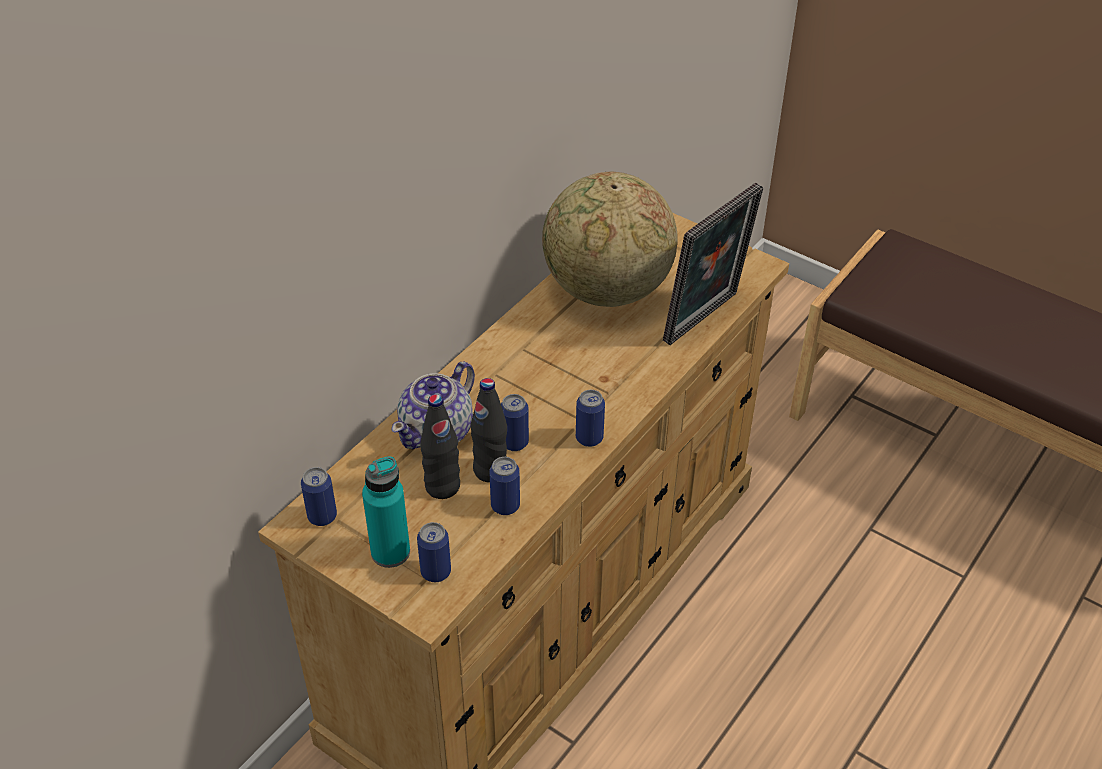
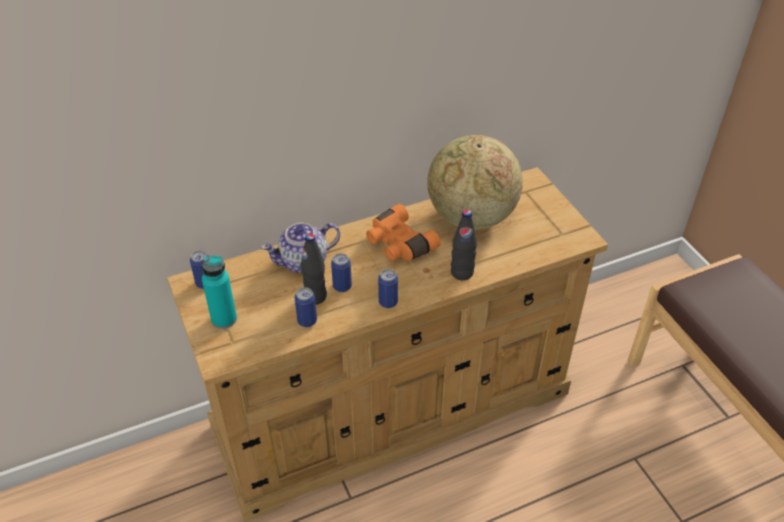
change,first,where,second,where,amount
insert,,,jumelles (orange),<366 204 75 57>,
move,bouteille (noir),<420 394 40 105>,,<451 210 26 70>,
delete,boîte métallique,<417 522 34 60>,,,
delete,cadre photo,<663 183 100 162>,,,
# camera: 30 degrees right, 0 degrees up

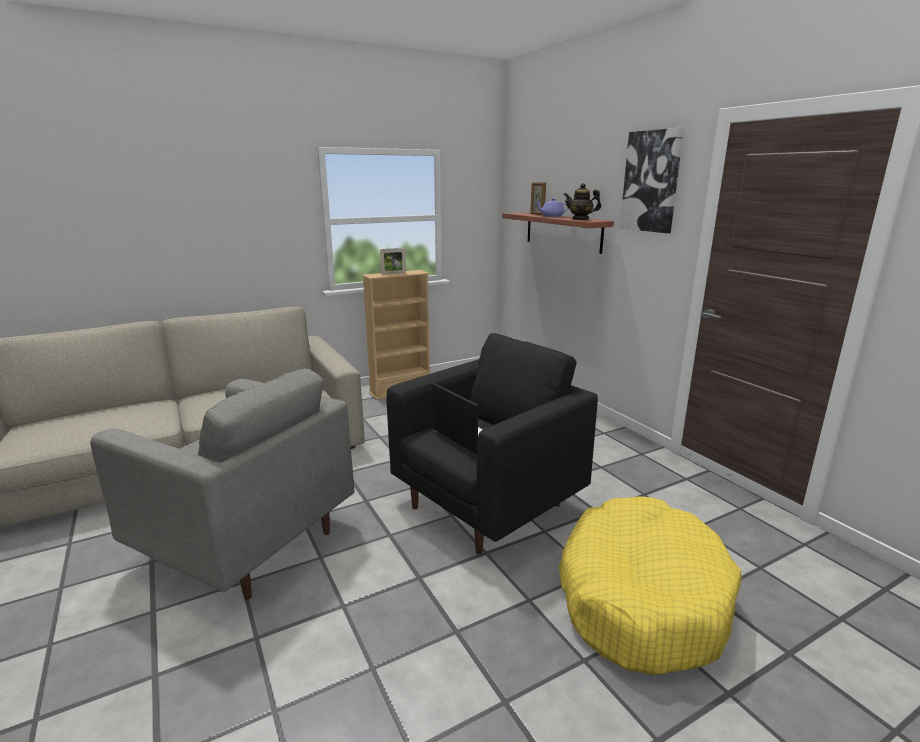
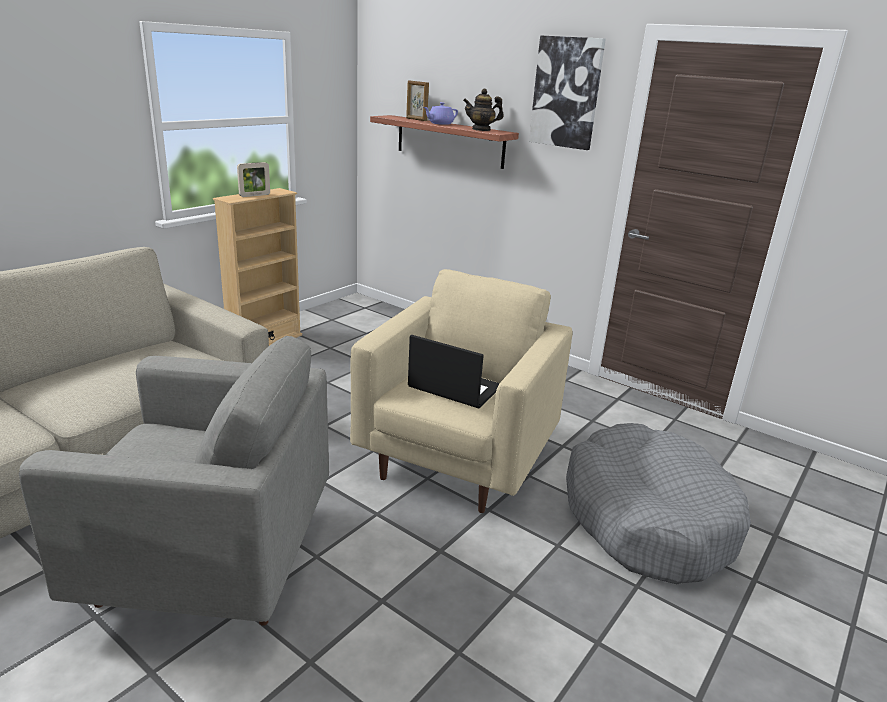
change,first,where,second,where,amount
recolor,fauteuil (noir),<387 333 211 222>,fauteuil (beige),<350 269 223 244>,
recolor,panier pour chien (jaune),<559 496 183 179>,panier pour chien (gris),<566 423 185 161>,
# camera: 25 degrees left, 5 degrees up

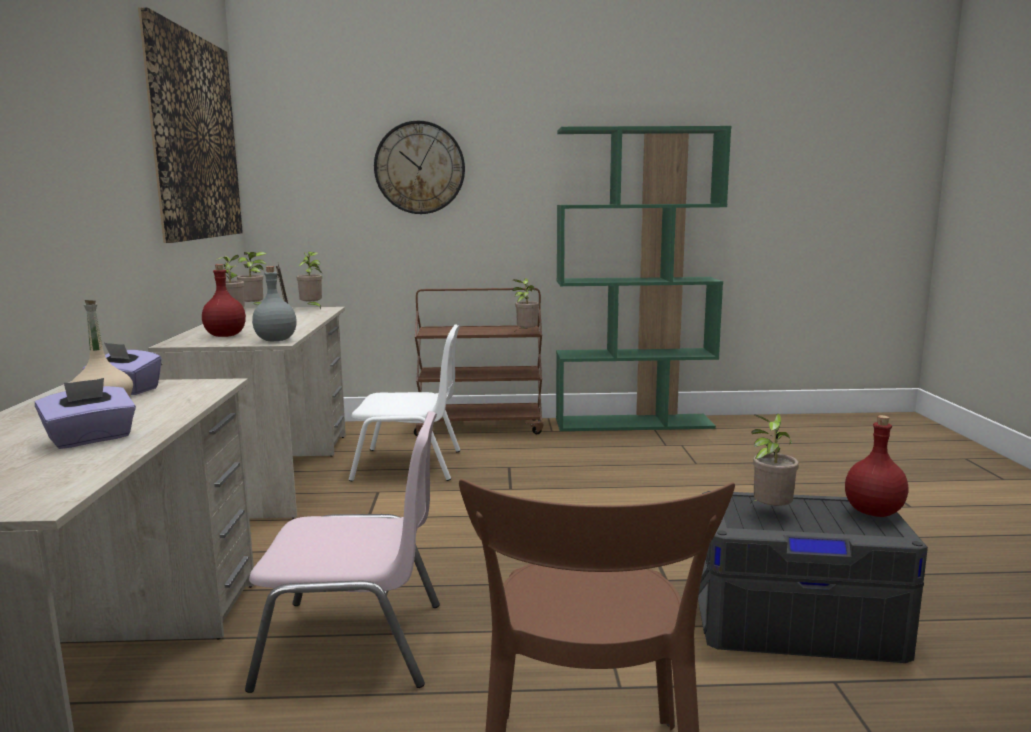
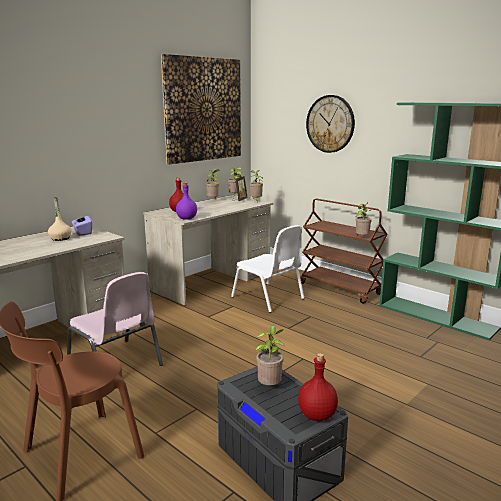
change,first,where,second,where,amount
recolor,bouteille (gris),<252 266 45 75>,bouteille (violet),<176 182 21 38>,
delete,boîte à mouchoirs (violet),<35 378 101 71>,,,
# camera: 45 degrees right, 5 degrees up

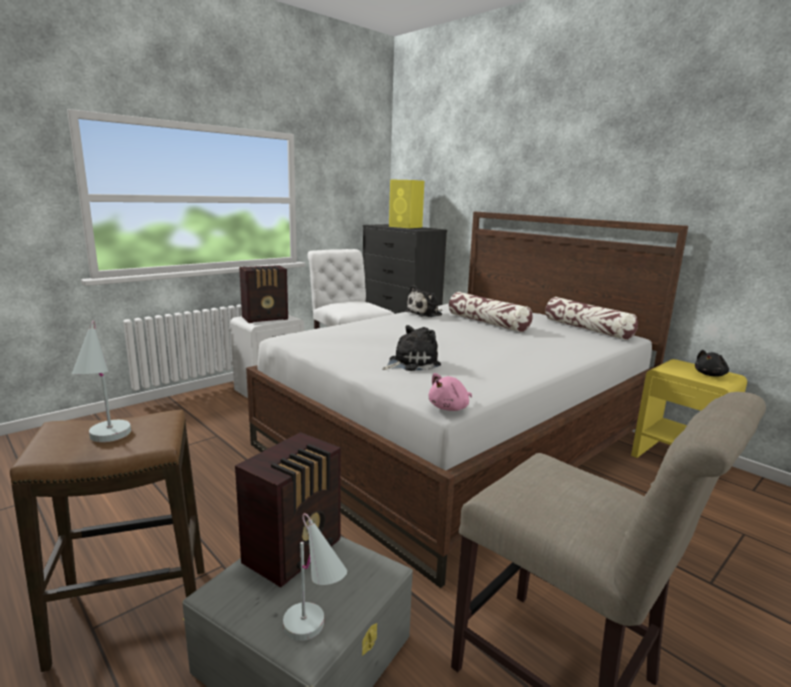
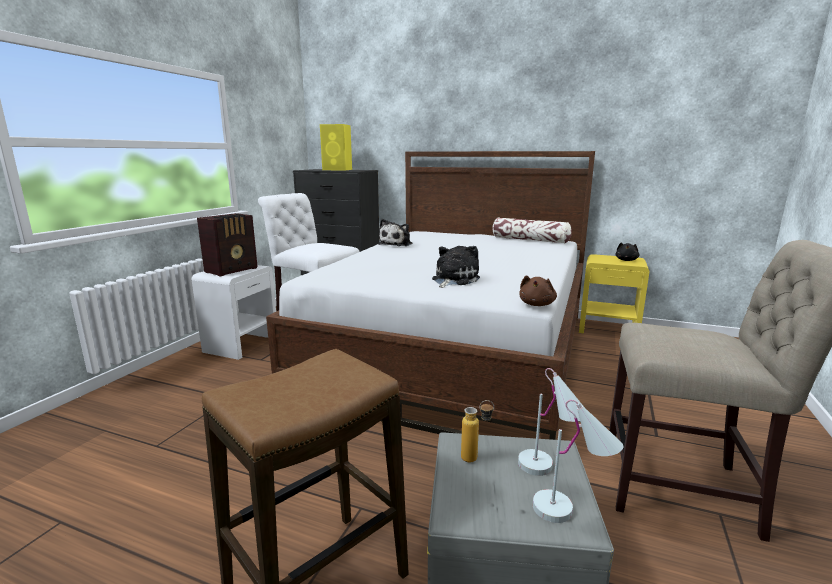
change,first,where,second,where,amount
replace,radio,<235 432 106 156>,bouteille,<461 400 33 63>,
move,lampe de table (blanc),<71 321 60 121>,,<518 368 65 108>,
recolor,peluche (rose),<429 373 43 38>,peluche (marron),<519 275 38 31>,
delete,coussin,<449 292 84 40>,,,
# camera: 25 degrees left, 0 degrees up

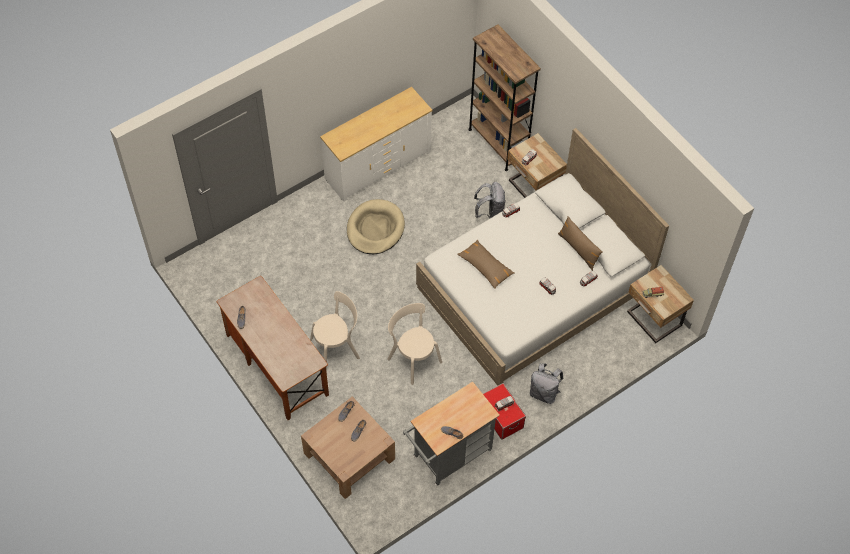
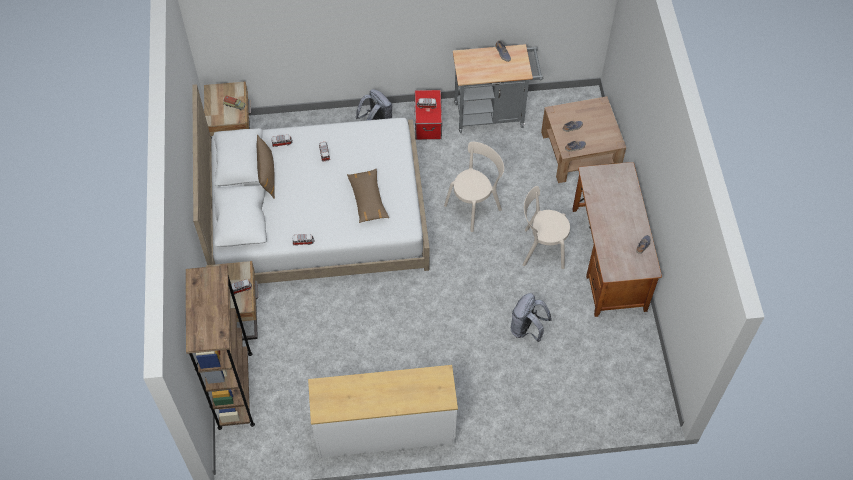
change,first,where,second,where,amount
rotate,chaise (beige),<387 303 55 82>,,<444 142 60 90>,120 degrees counterclockwise
move,sac à dos (gris),<474 182 31 37>,,<511 293 40 49>,
delete,panier pour chien (beige),<347 199 58 55>,,,
# camera: 150 degrees left, 0 degrees up

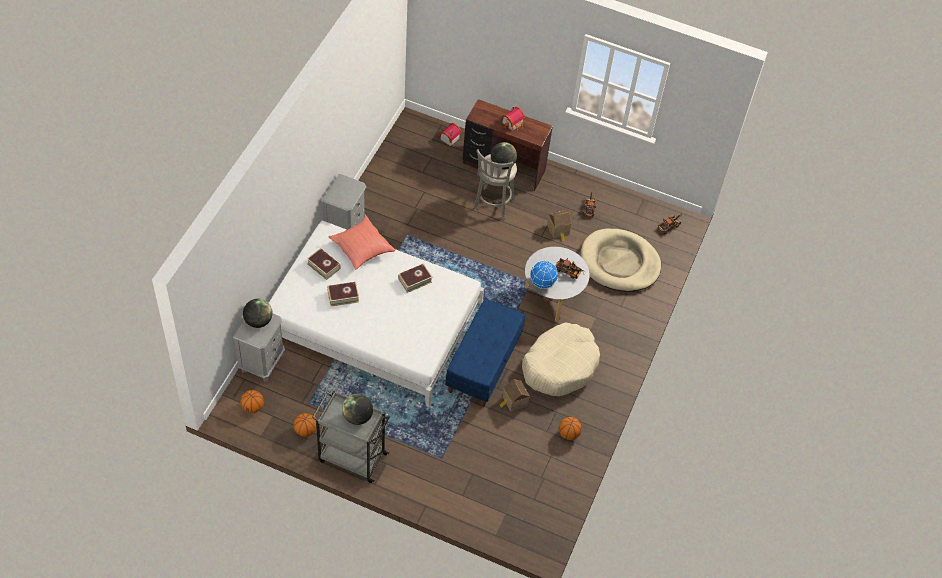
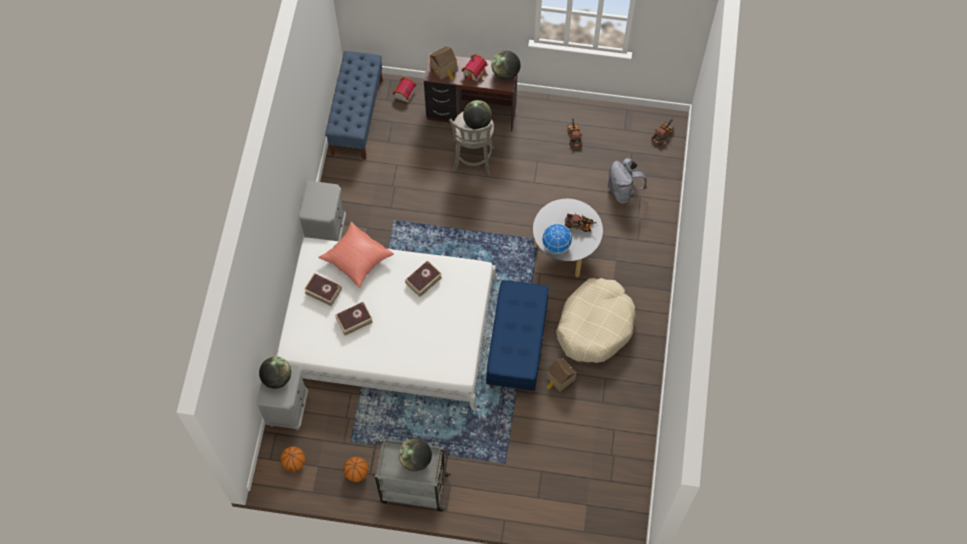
change,first,where,second,where,amount
insert,,,banc (bleu),<325 51 58 109>,
move,maison miniature,<547 211 24 30>,,<430 46 27 34>,
insert,,,globe,<491 51 30 29>,
replace,panier pour chien (beige),<581 229 80 63>,sac à dos (gris),<608 158 39 46>,
delete,ballon de basket,<559 417 23 23>,,,
# camera: 10 degrees left, 10 degrees up

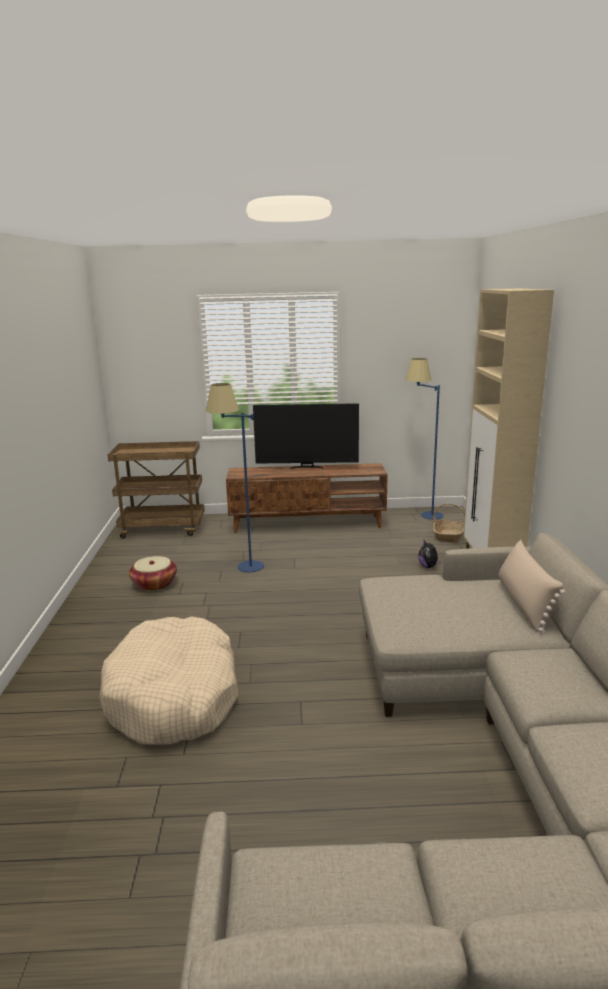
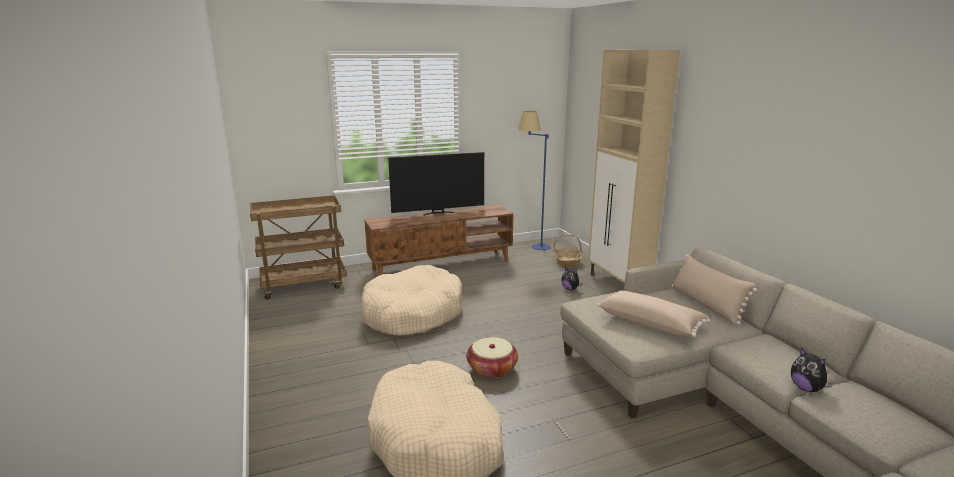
change,first,where,second,where,amount
replace,lampadaire (bleu),<206 383 58 189>,panier pour chien (beige),<362 265 101 71>,
move,panier,<129 556 48 35>,,<466 337 52 41>,
insert,,,coussin (beige),<597 291 114 46>,
insert,,,peluche,<791 348 42 44>,
# camera: 20 degrees left, 0 degrees up

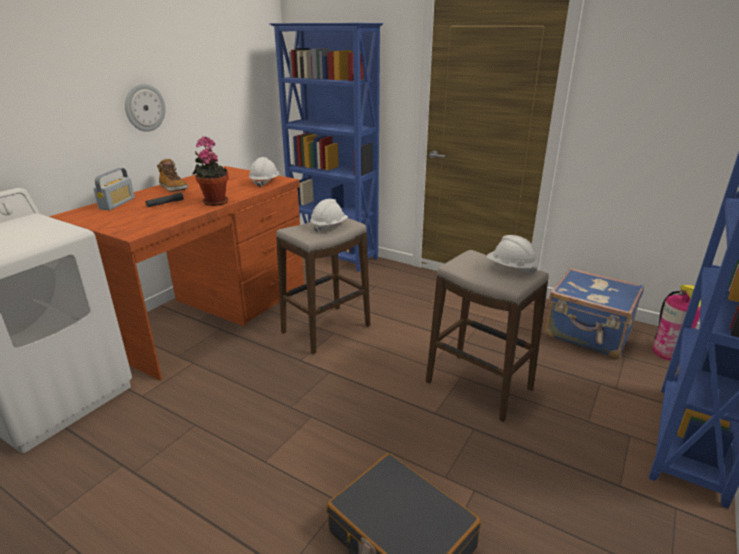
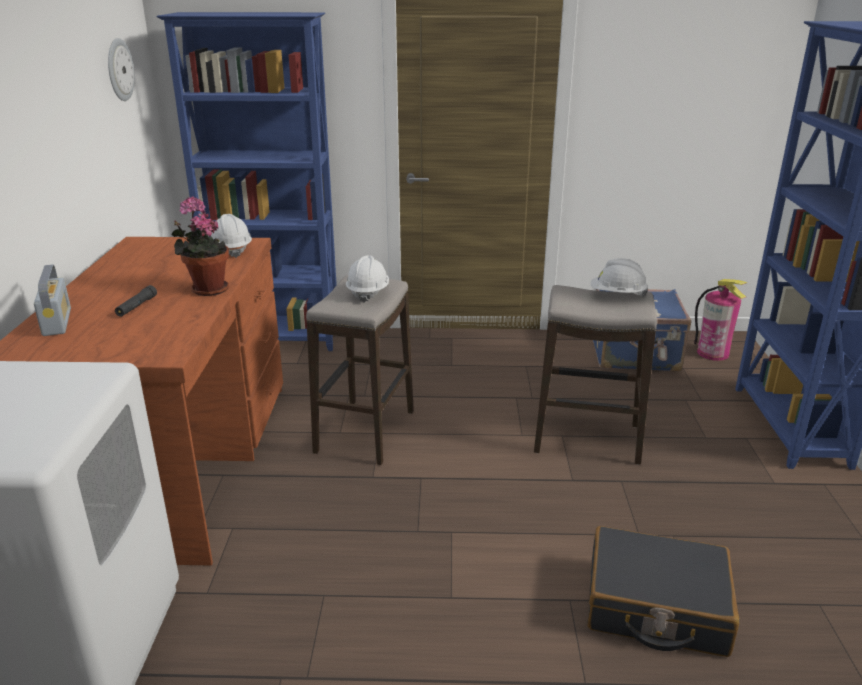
change,first,where,second,where,amount
move,horloge murale,<125 83 40 49>,,<108 38 27 63>,
delete,botte,<157 159 31 33>,,,
# camera: 30 degrees left, 0 degrees up

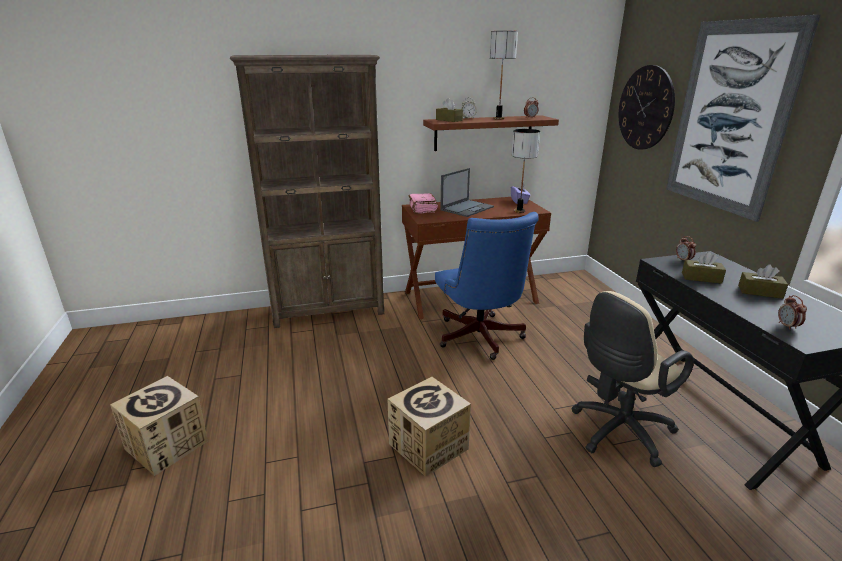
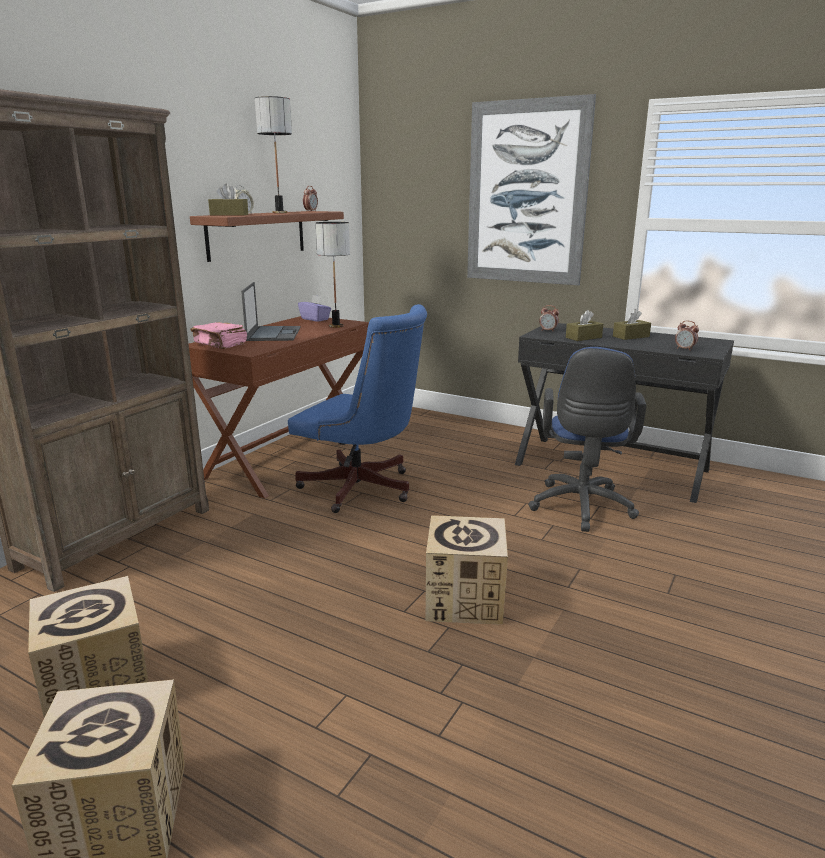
change,first,where,second,where,amount
insert,,,carton,<28 576 120 142>,
recolor,chaise de bureau (beige),<572 291 122 176>,chaise de bureau (bleu),<528 347 119 185>,
delete,horloge murale,<619 65 56 85>,,,
# camera: 45 degrees left, 5 degrees down

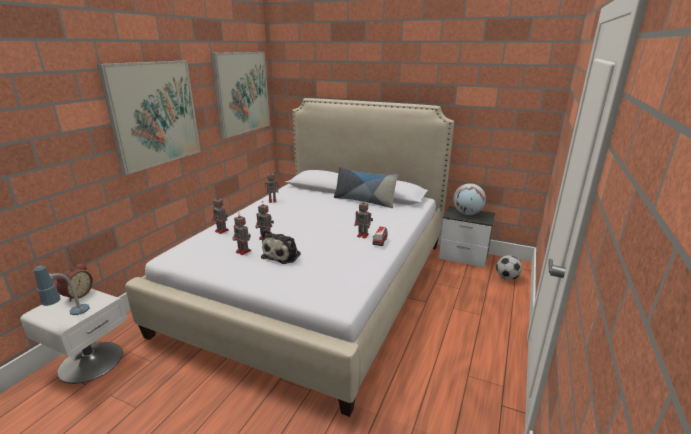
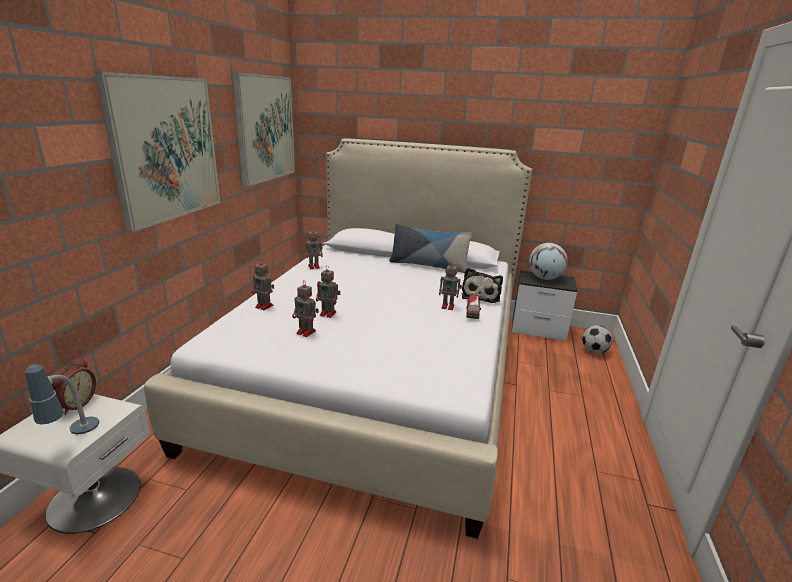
change,first,where,second,where,amount
move,peluche,<261 229 40 35>,,<462 268 41 35>,
# camera: 10 degrees left, 0 degrees up

